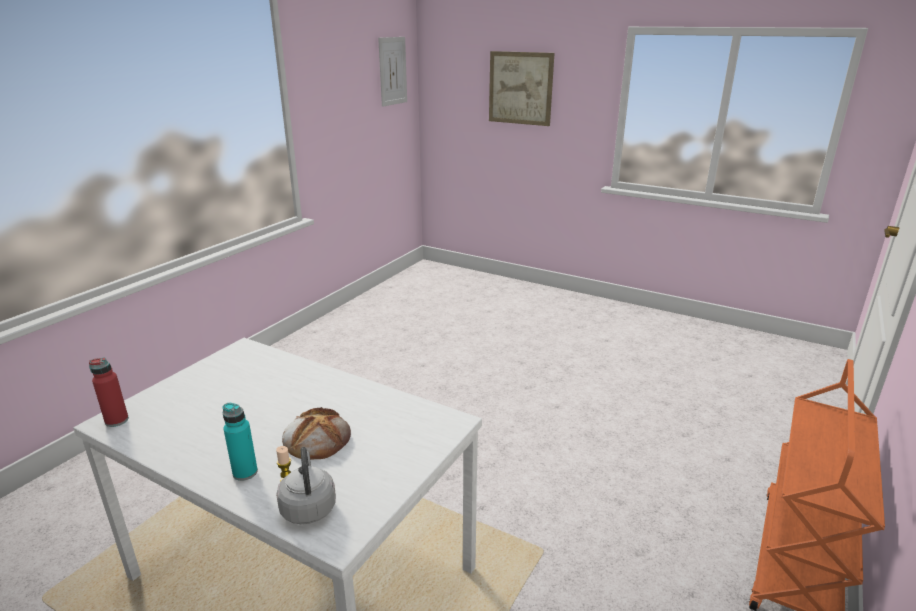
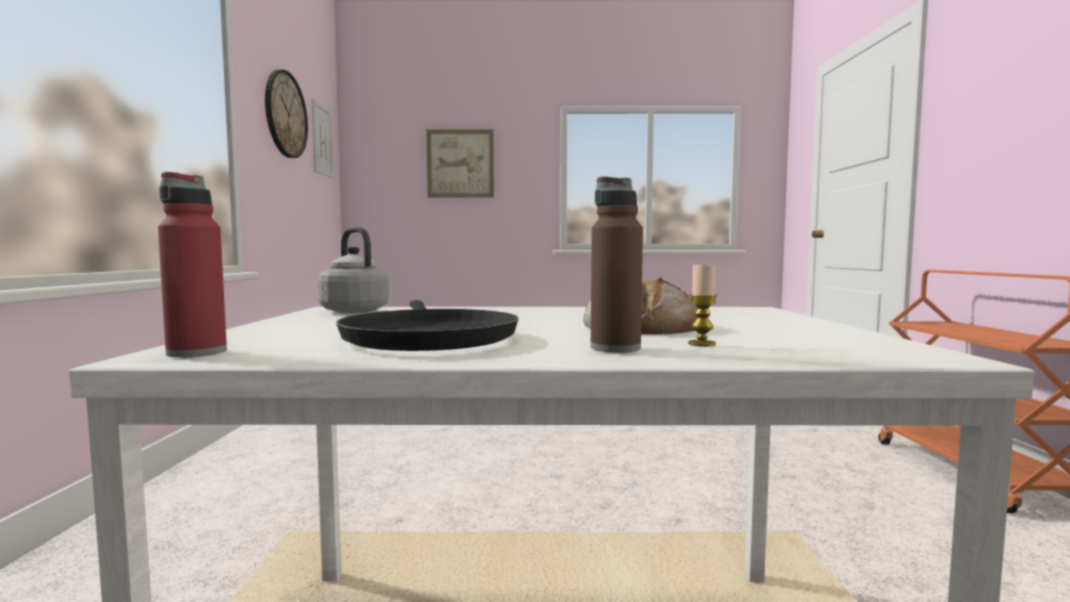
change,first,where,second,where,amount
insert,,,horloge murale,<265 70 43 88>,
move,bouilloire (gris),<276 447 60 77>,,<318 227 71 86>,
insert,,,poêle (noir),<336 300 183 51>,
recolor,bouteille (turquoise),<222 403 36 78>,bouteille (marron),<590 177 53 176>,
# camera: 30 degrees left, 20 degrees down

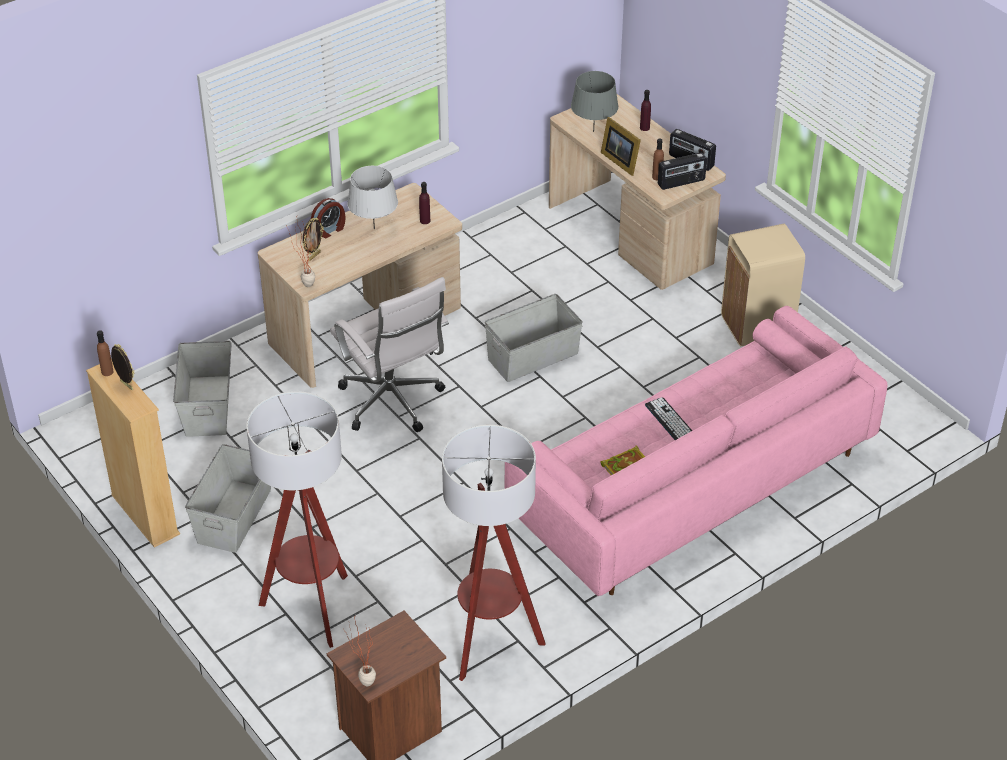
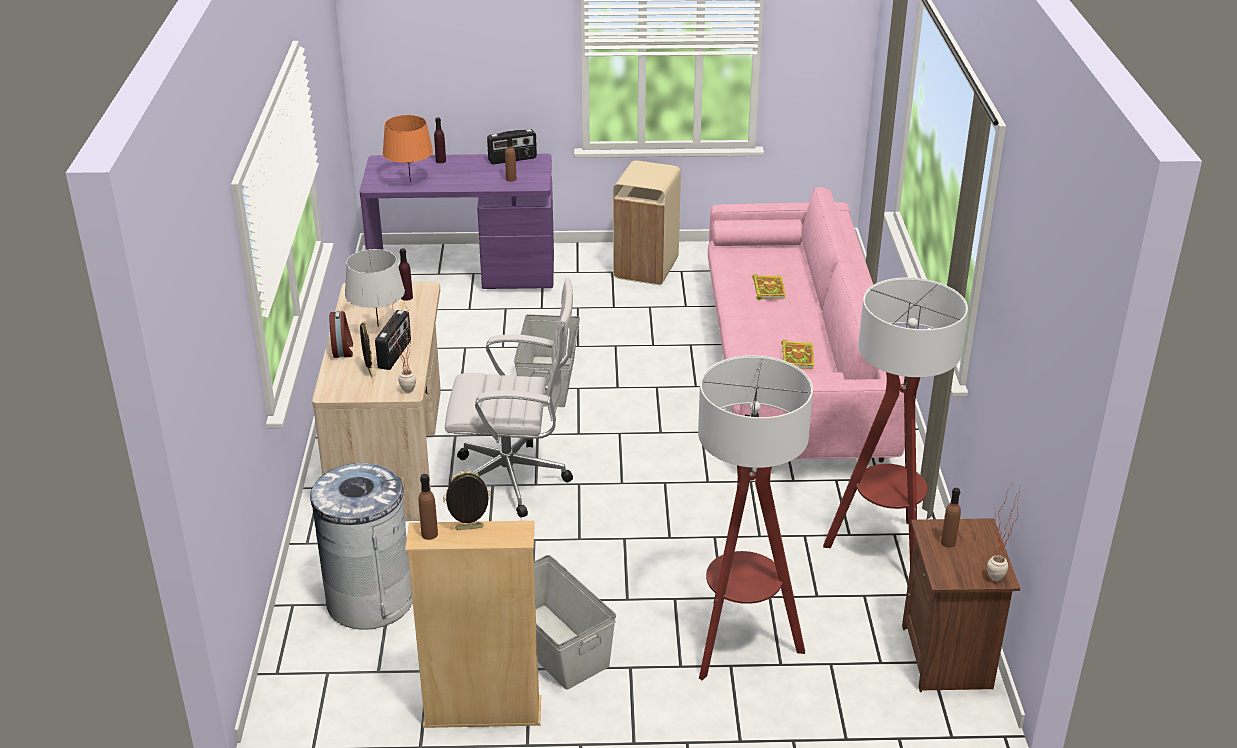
change,first,where,second,where,amount
replace,boîte de rangement (gris),<173 341 59 96>,poubelle (gris),<310 463 103 167>,
recolor,bureau (beige),<549 94 177 196>,bureau (violet),<360 154 194 135>,
move,radio,<658 153 49 37>,,<375 310 36 60>,
recolor,lampe de table (gris),<571 71 48 61>,lampe de table (orange),<383 115 50 67>,
insert,,,livre,<752 274 34 26>,
insert,,,bouteille (marron),<941 488 20 60>,
delete,cadre photo,<601 117 40 59>,,,
delete,clavier,<645 397 47 43>,,,
# camera: 55 degrees left, 10 degrees down

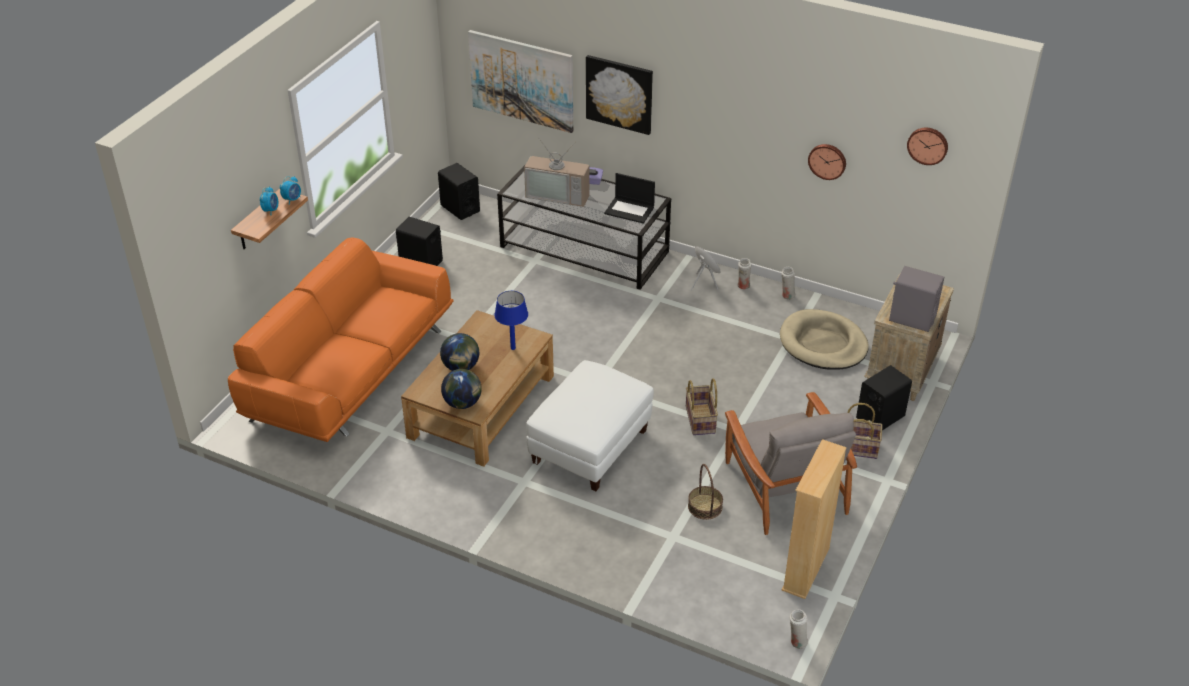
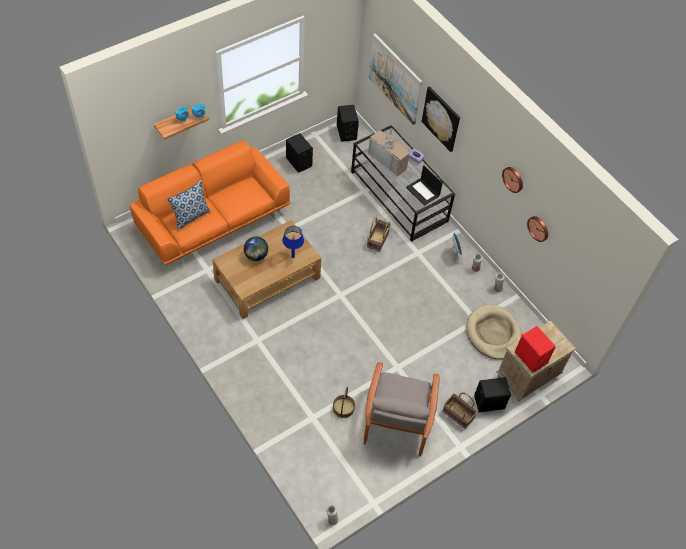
change,first,where,second,where,amount
insert,,,coussin,<167 180 44 50>,
move,panier,<686 378 32 57>,,<367 217 24 35>,
move,horloge murale,<907 128 41 37>,,<502 167 21 26>,
recolor,enceinte (gris),<889 266 55 66>,enceinte (rouge),<515 326 41 47>,
delete,globe,<441 369 41 40>,,,
delete,pouf (blanc),<526 360 128 131>,,,
delete,bibliothèque (beige),<782 439 65 160>,,,
# camera: 25 degrees right, 15 degrees up

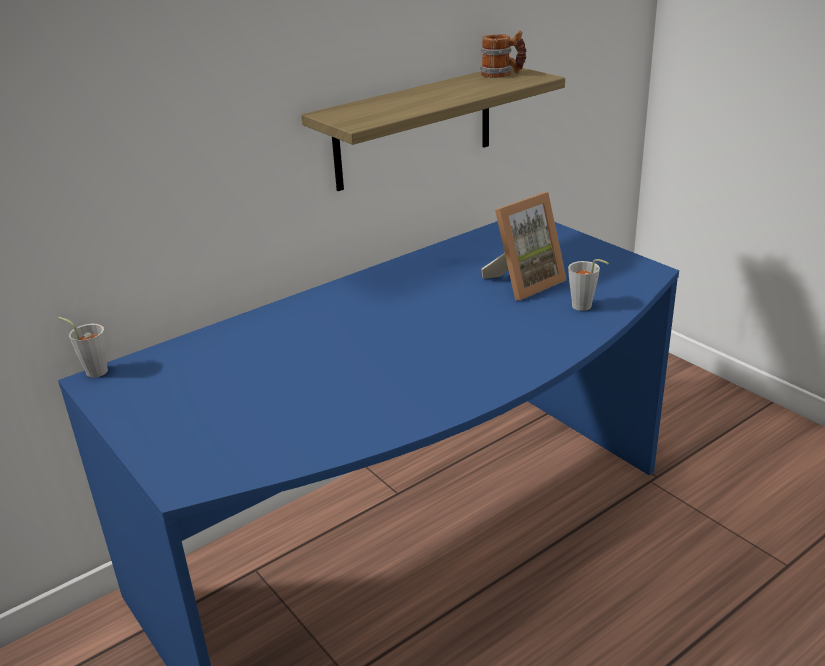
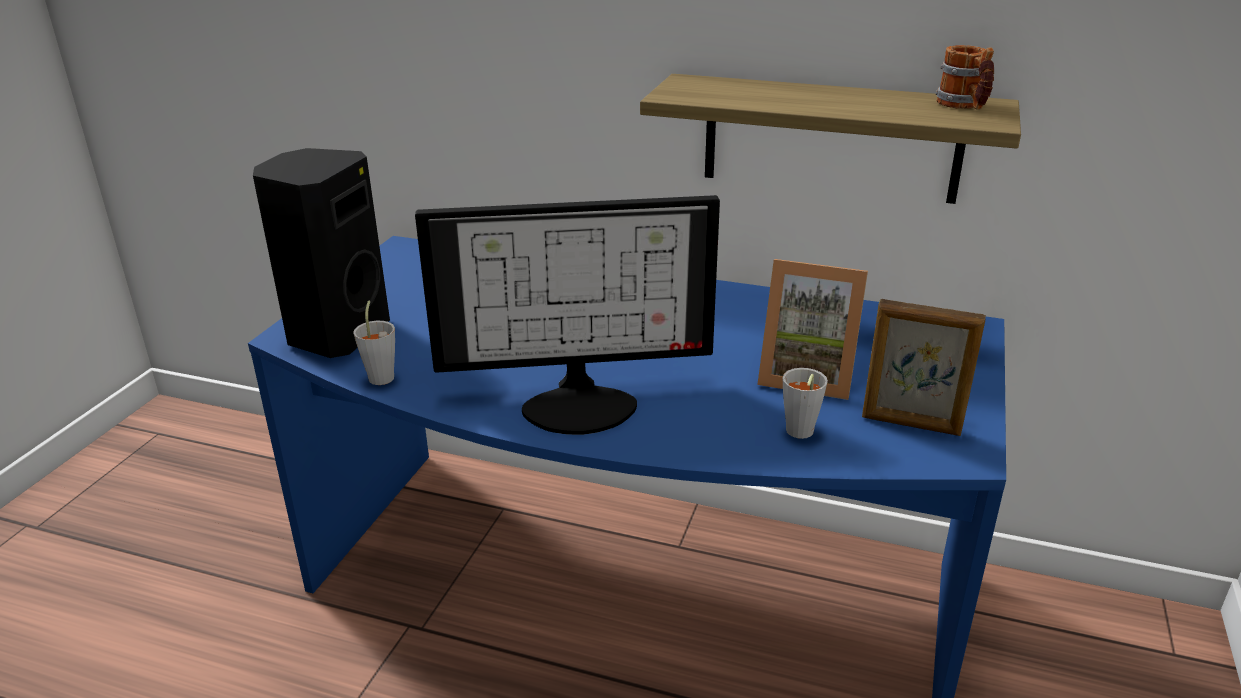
change,first,where,second,where,amount
insert,,,enceinte (noir),<253 148 137 210>,
move,tasse (gris),<58 317 50 61>,,<353 300 42 85>,
insert,,,écran d'ordinateur,<415 195 305 240>,
insert,,,cadre photo,<862 299 124 137>,
# camera: 55 degrees right, 0 degrees up

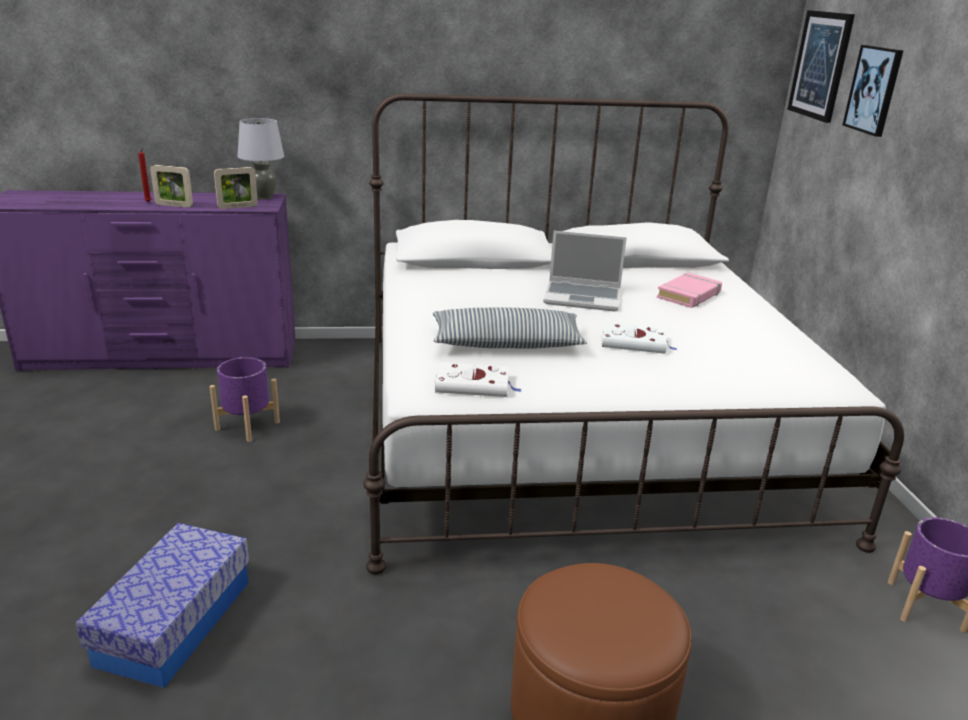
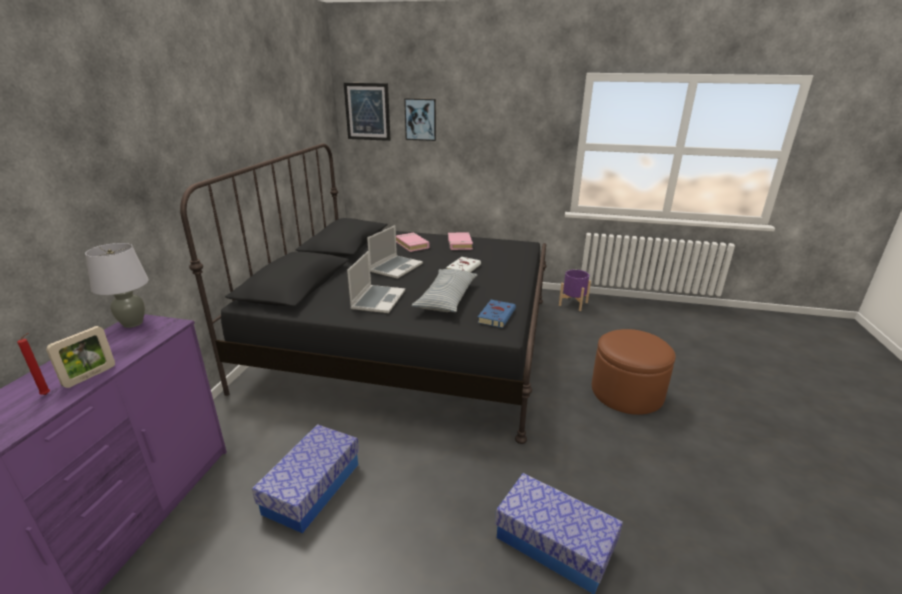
change,first,where,second,where,amount
recolor,lit (blanc),<363 94 541 480>,lit (noir),<180 143 367 301>,
replace,cache-pot (violet),<209 357 71 85>,boîte de rangement,<252 424 107 109>,
insert,,,ordinateur portable,<347 251 58 62>,
insert,,,livre (rose),<448 232 25 18>,
recolor,livre (blanc),<435 362 87 35>,livre (bleu),<477 300 39 28>,
delete,cadre photo,<214 167 44 42>,,,
# camera: 70 degrees left, 0 degrees up

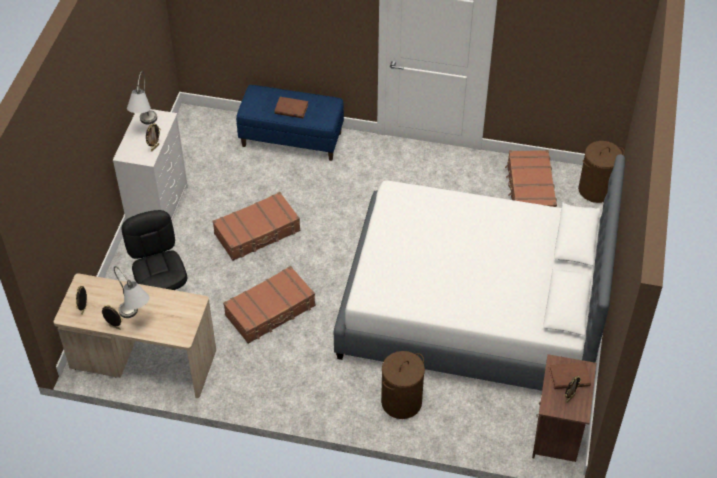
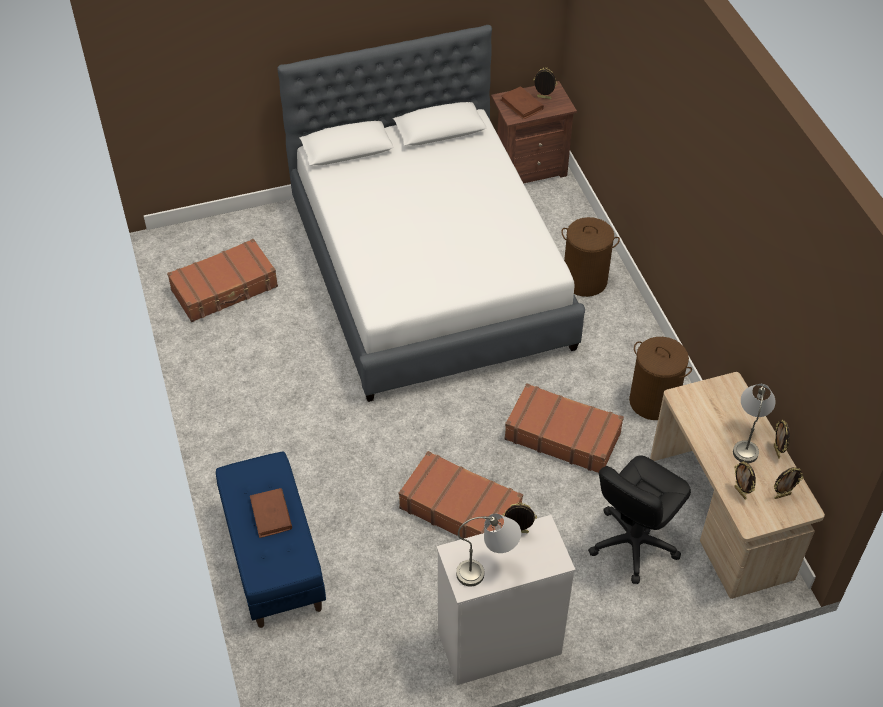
change,first,where,second,where,amount
move,panier à linge (marron),<578 141 46 62>,,<629 337 63 83>,
insert,,,cadre photo,<734 462 22 37>,
# camera: 120 degrees left, 0 degrees up

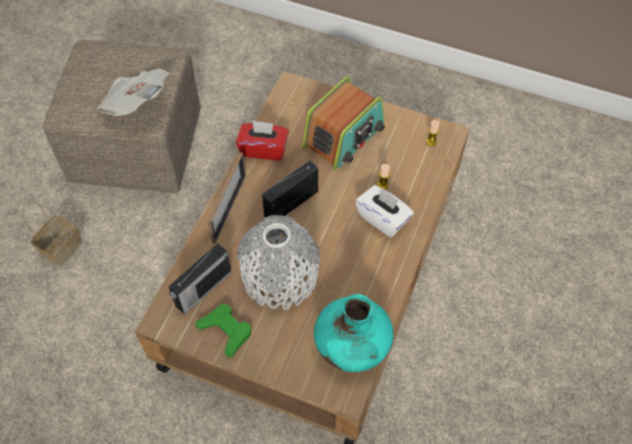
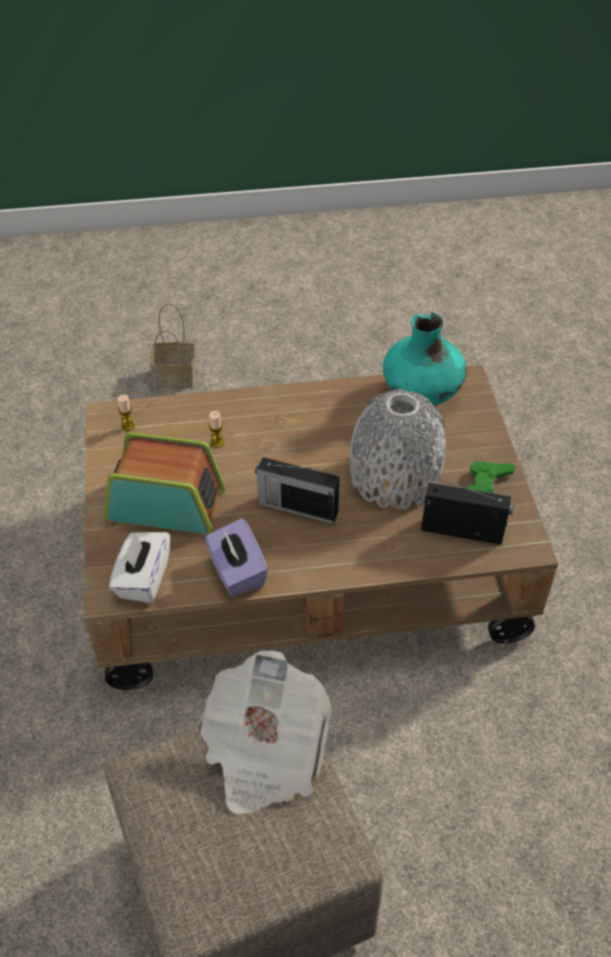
change,first,where,second,where,amount
move,boîte à mouchoirs (blanc),<356 185 58 52>,,<109 532 61 71>,
move,panier,<22 200 60 67>,,<150 304 45 84>,
recolor,boîte à mouchoirs (rouge),<236 120 53 40>,boîte à mouchoirs (violet),<205 518 63 78>,
delete,cadre photo,<207 152 39 91>,,,
# camera: 120 degrees left, 10 degrees down

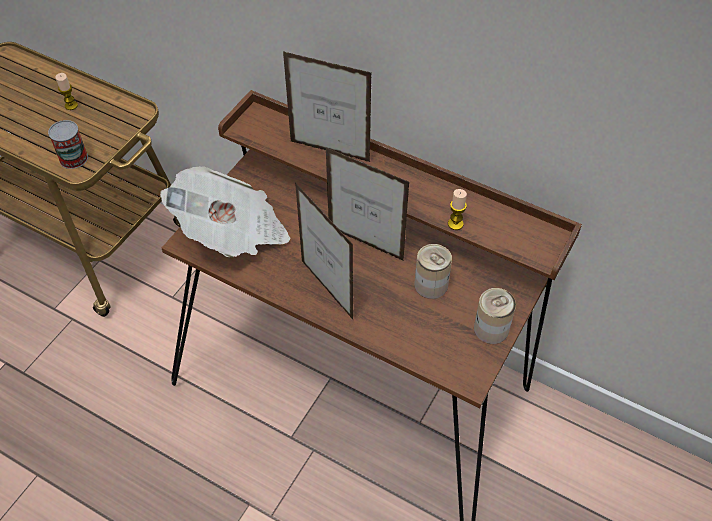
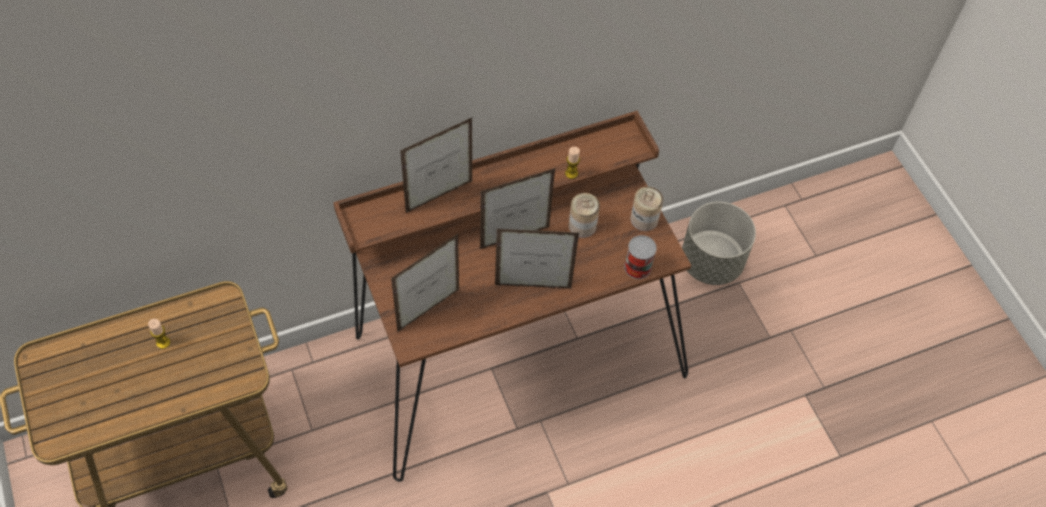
change,first,where,second,where,amount
replace,journal,<160 166 131 92>,cadre photo,<391 234 69 98>,
move,boîte métallique,<48 120 40 49>,,<624 235 33 44>,
insert,,,cache-pot (gris),<682 202 74 83>,
# camera: 55 degrees left, 5 degrees up

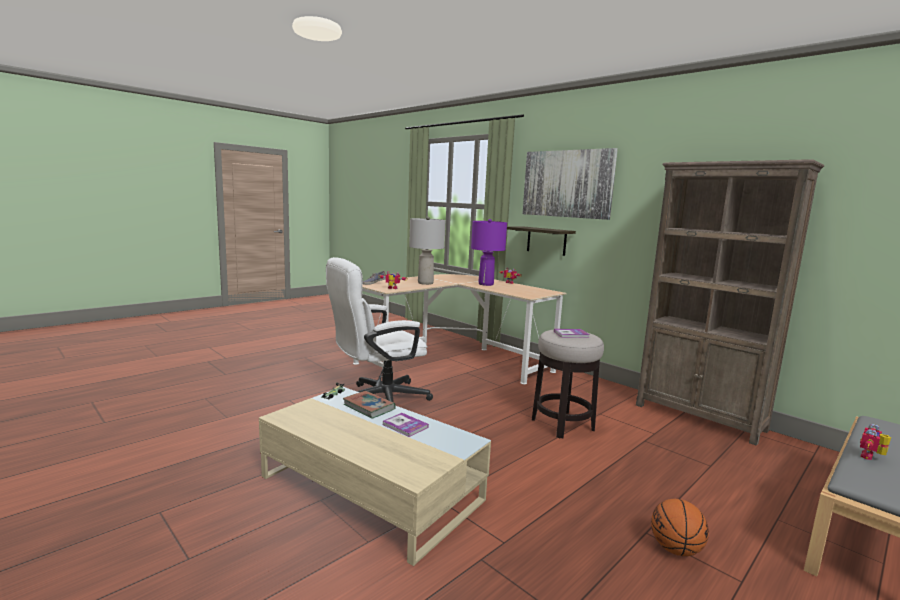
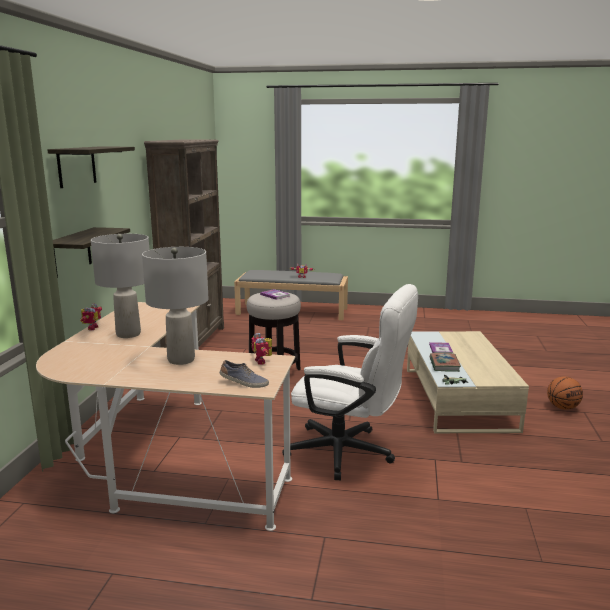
change,first,where,second,where,amount
replace,tableau,<523 148 95 72>,étagère,<47 147 88 41>,
recolor,lampe de table (violet),<471 219 36 67>,lampe de table (gris),<91 234 58 104>,
move,ballon de basket,<651 499 58 57>,,<547 377 36 33>,
# camera: 125 degrees left, 5 degrees up

